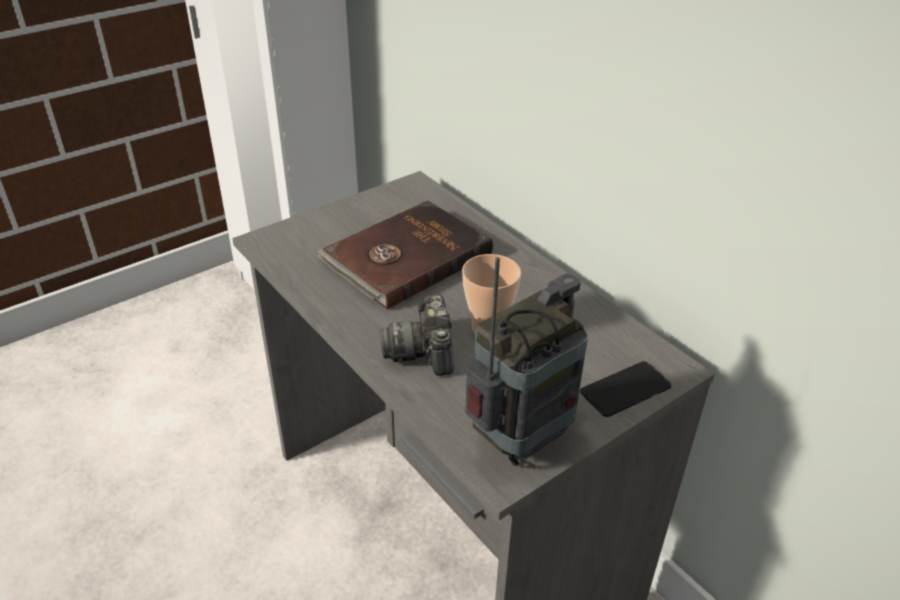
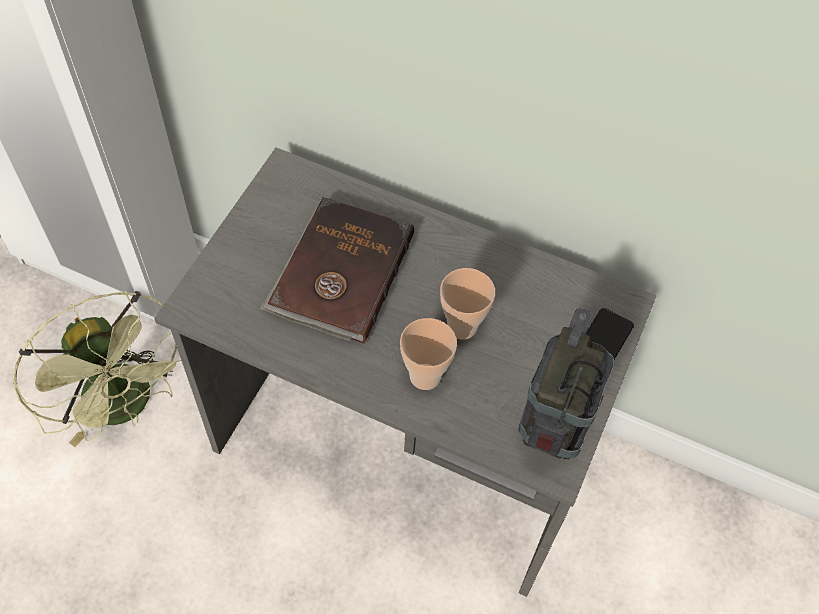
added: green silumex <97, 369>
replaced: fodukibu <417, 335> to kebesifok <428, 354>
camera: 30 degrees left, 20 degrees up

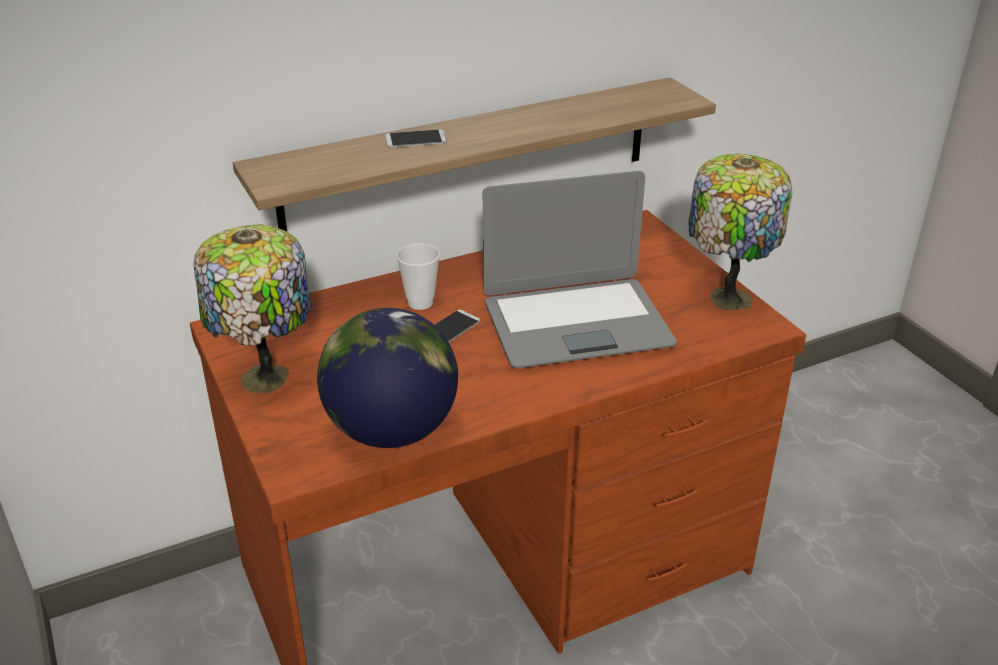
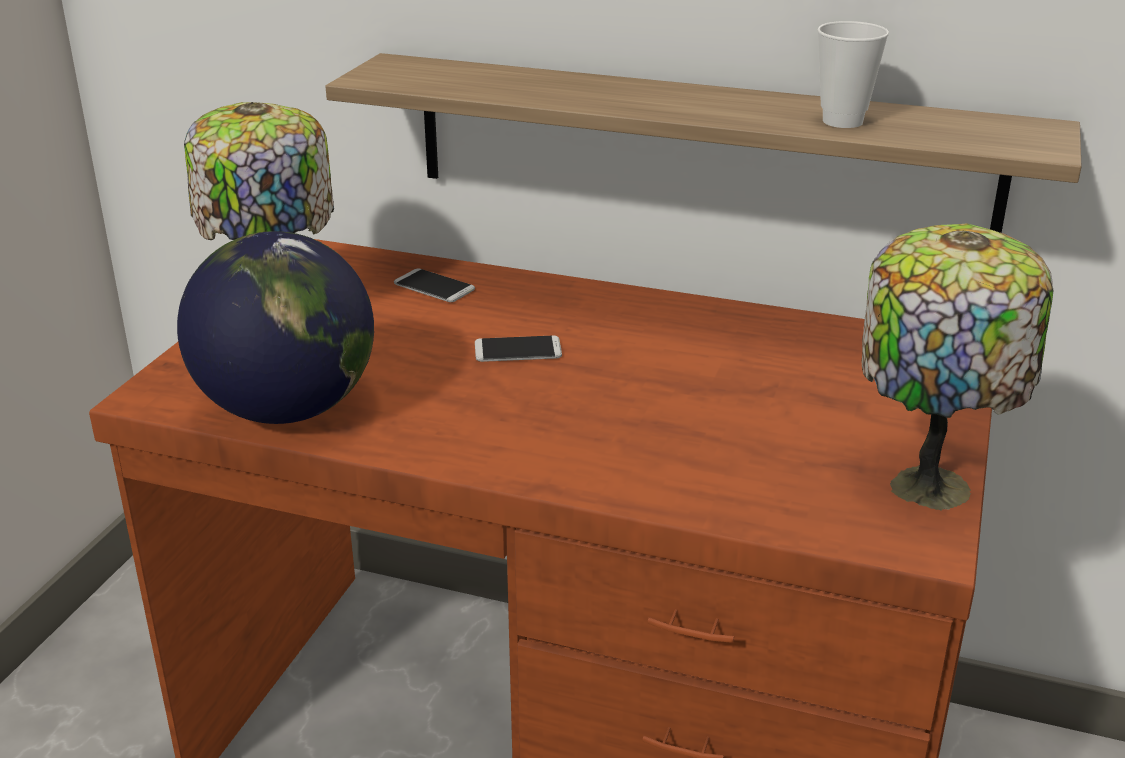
removed: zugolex <580, 269>
moved: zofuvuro <416, 138> to <434, 285>; kebesifok <418, 276> to <853, 74>
camera: 45 degrees right, 5 degrees down

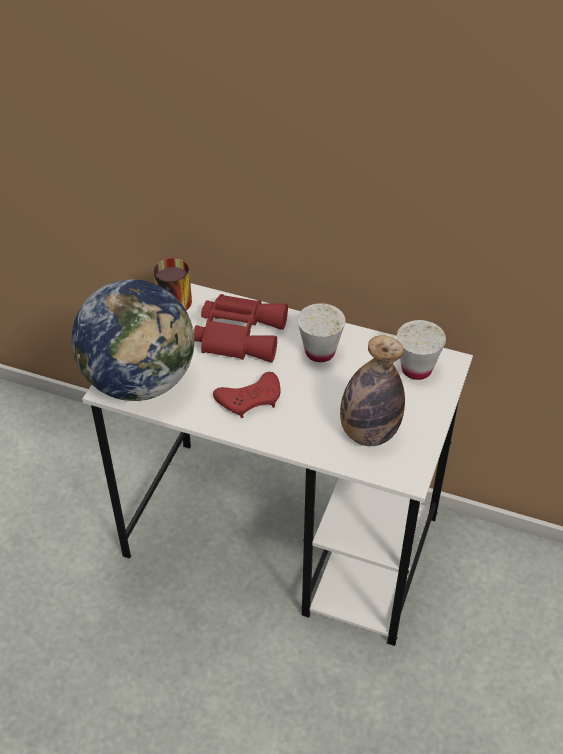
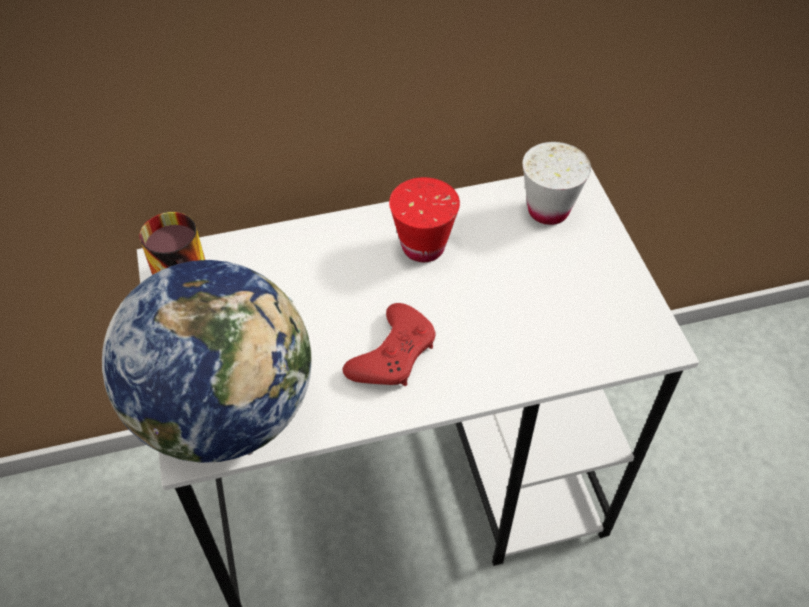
removed: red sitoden <241, 328>; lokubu <372, 390>
recoloured: white kebesifok <321, 332> to red kebesifok <424, 219>
camera: 35 degrees left, 5 degrees up

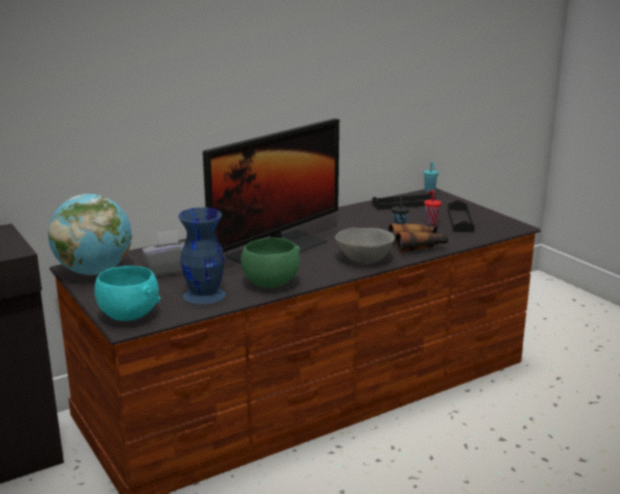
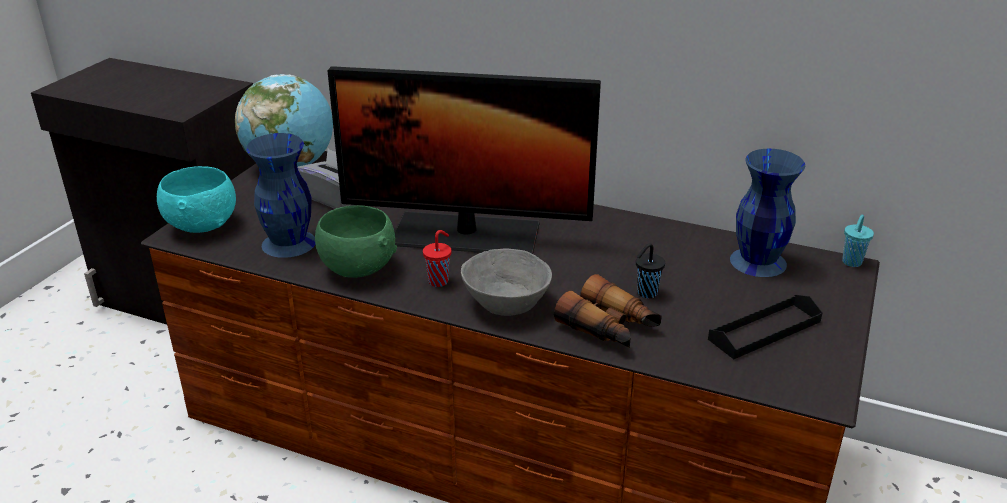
moved: red kebesifok <432, 207> to <437, 258>
replaced: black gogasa <404, 201> to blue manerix <768, 213>
camera: 55 degrees right, 10 degrees up

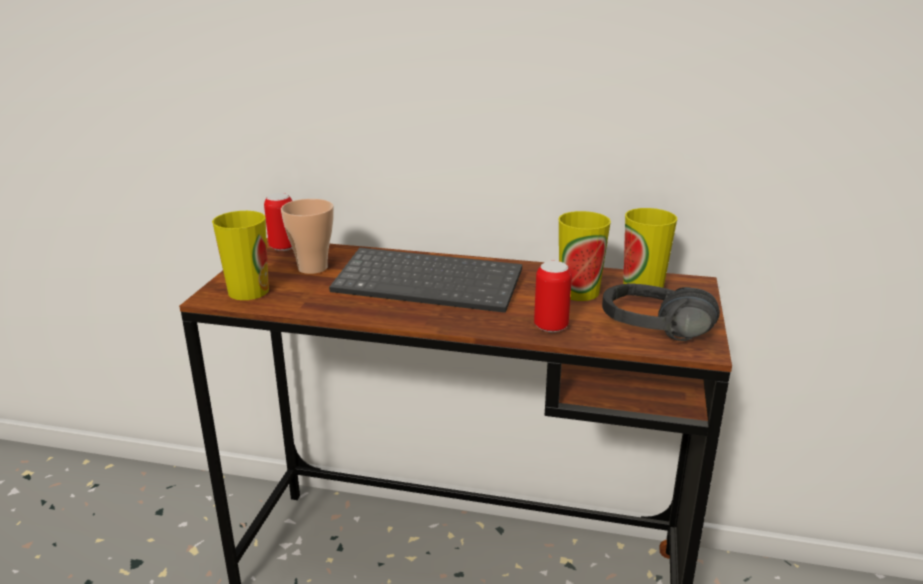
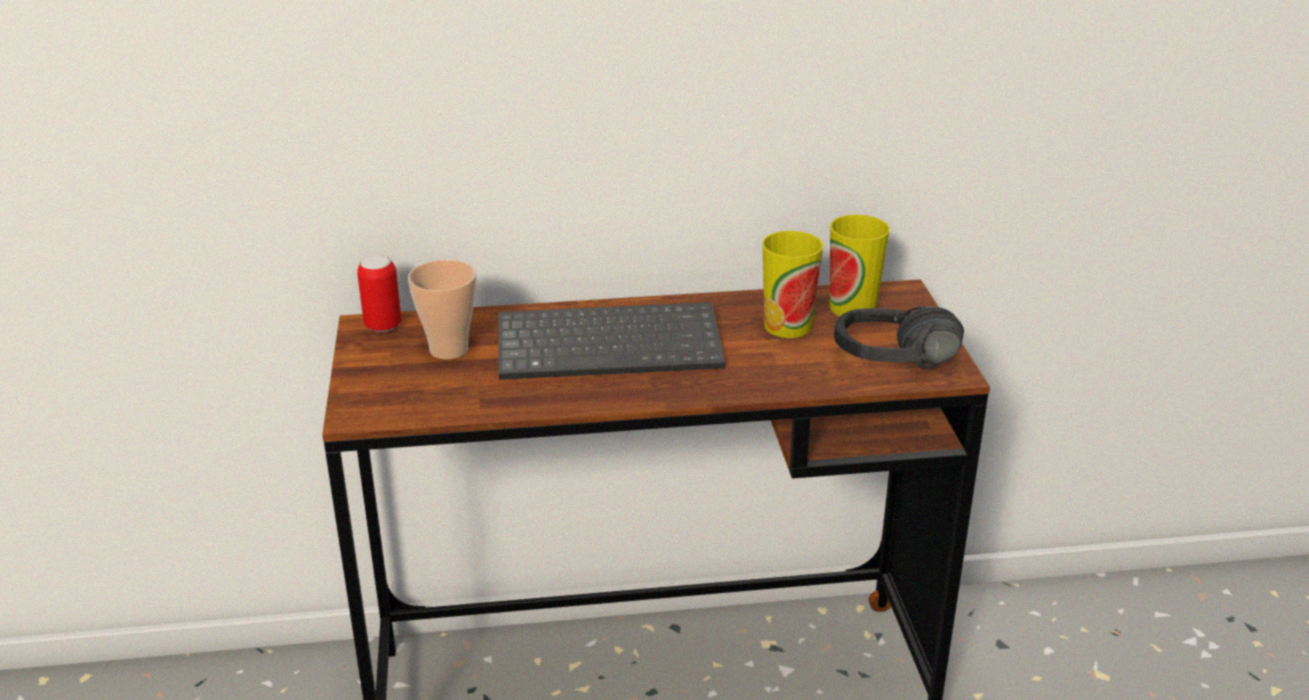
removed: kebesifok <240, 255>; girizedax <553, 296>
camera: 20 degrees left, 5 degrees up

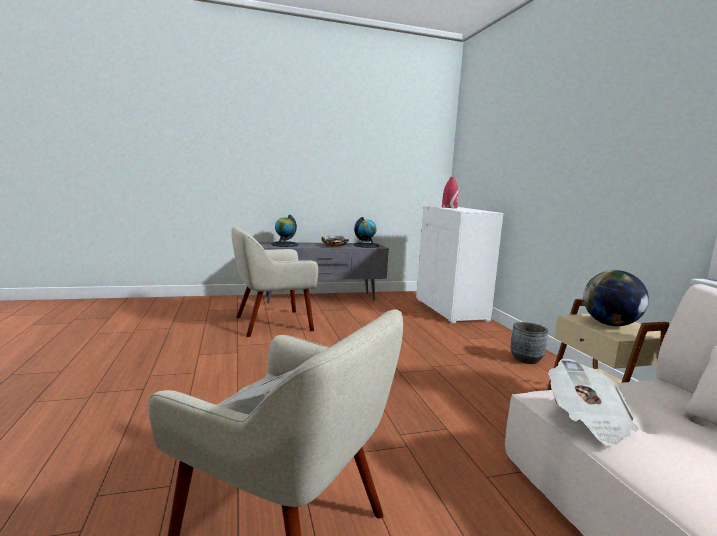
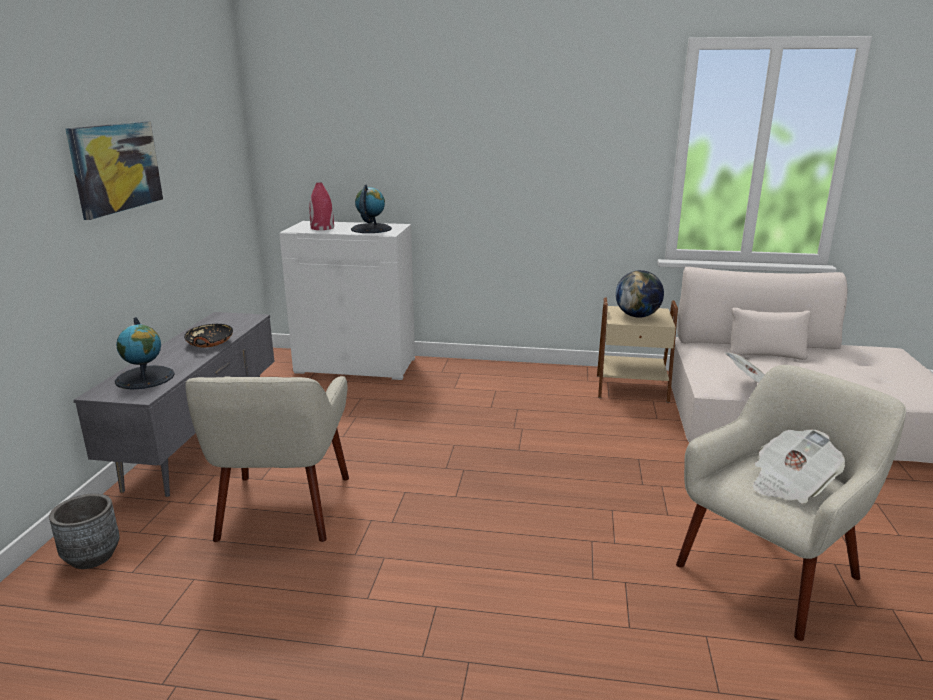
added: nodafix <114, 170>
moved: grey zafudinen <529, 343> to <84, 531>; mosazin <366, 232> to <371, 209>
camera: 65 degrees left, 10 degrees up

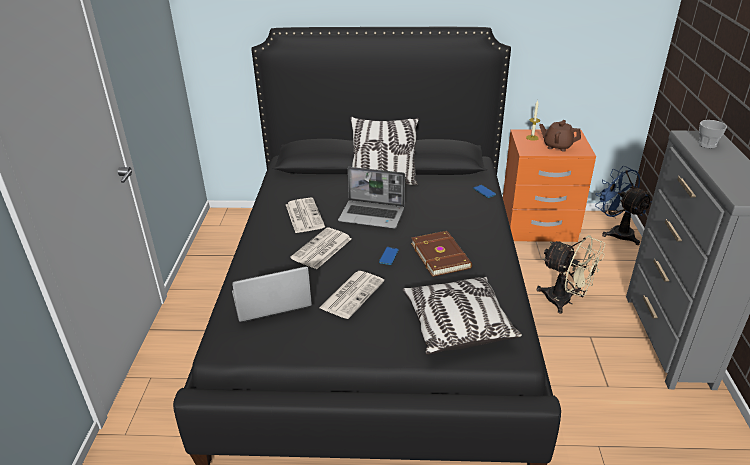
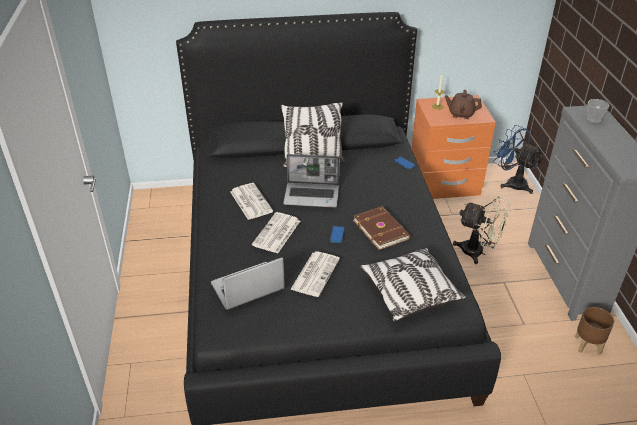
added: brown zafudinen <594, 331>
camera: 10 degrees left, 5 degrees up

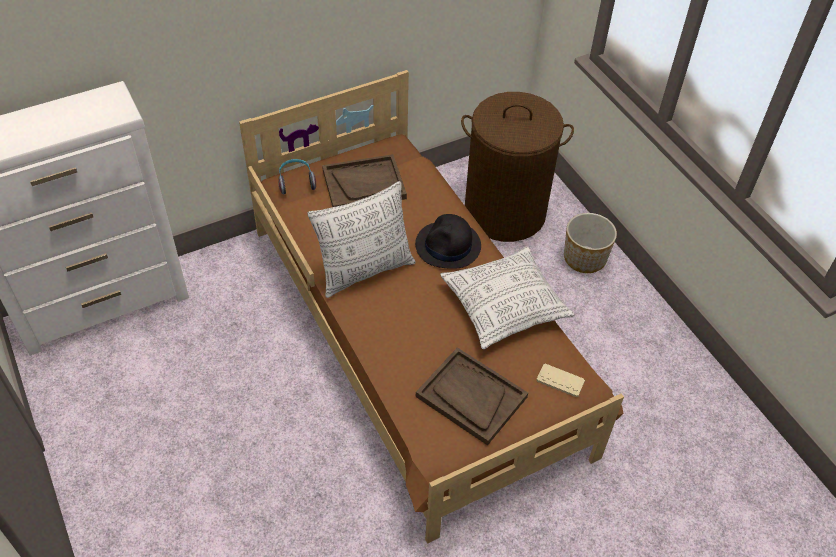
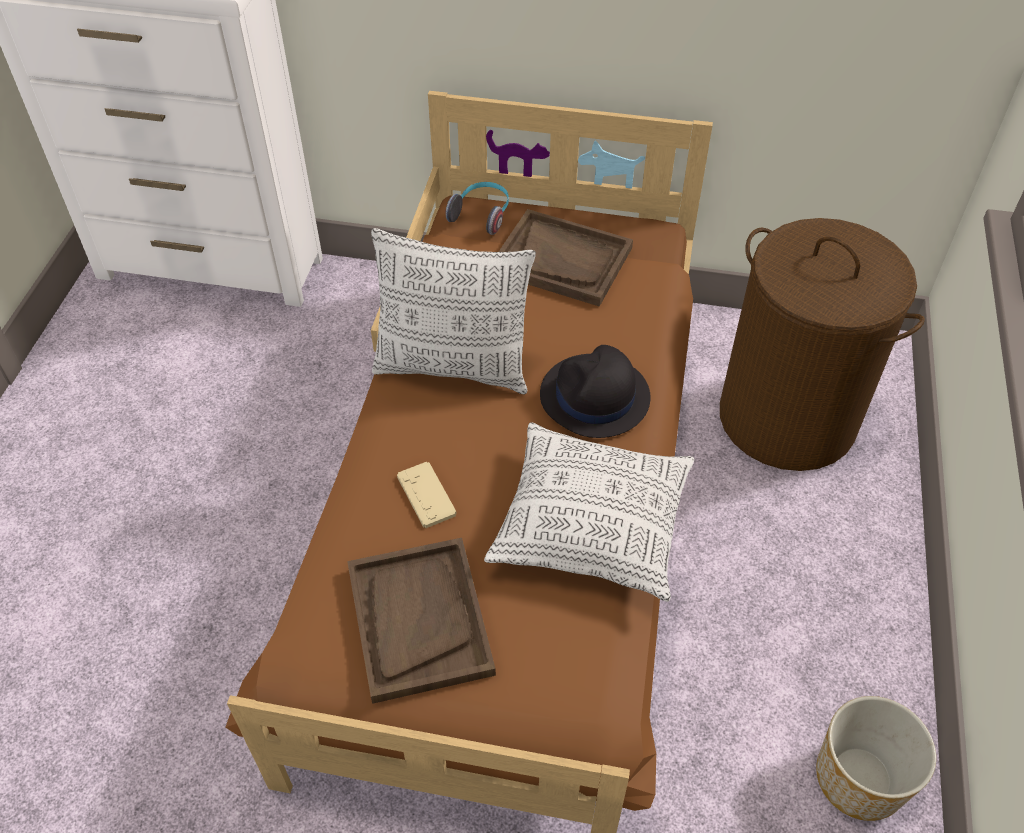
moved: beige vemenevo <561, 380> to <427, 495>; zafudinen <590, 243> to <876, 758>
camera: 40 degrees right, 0 degrees up

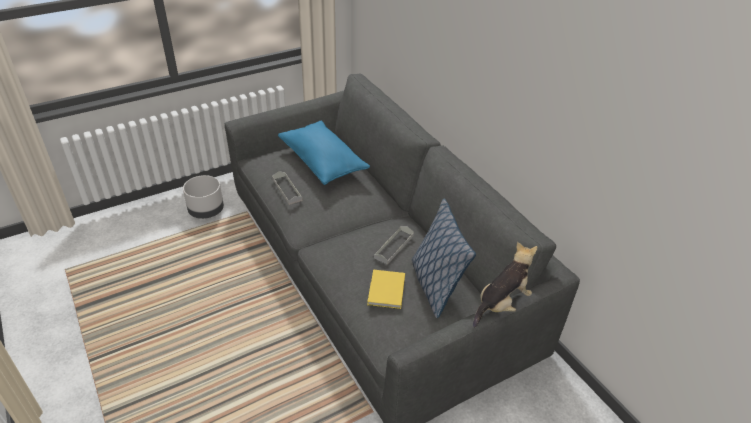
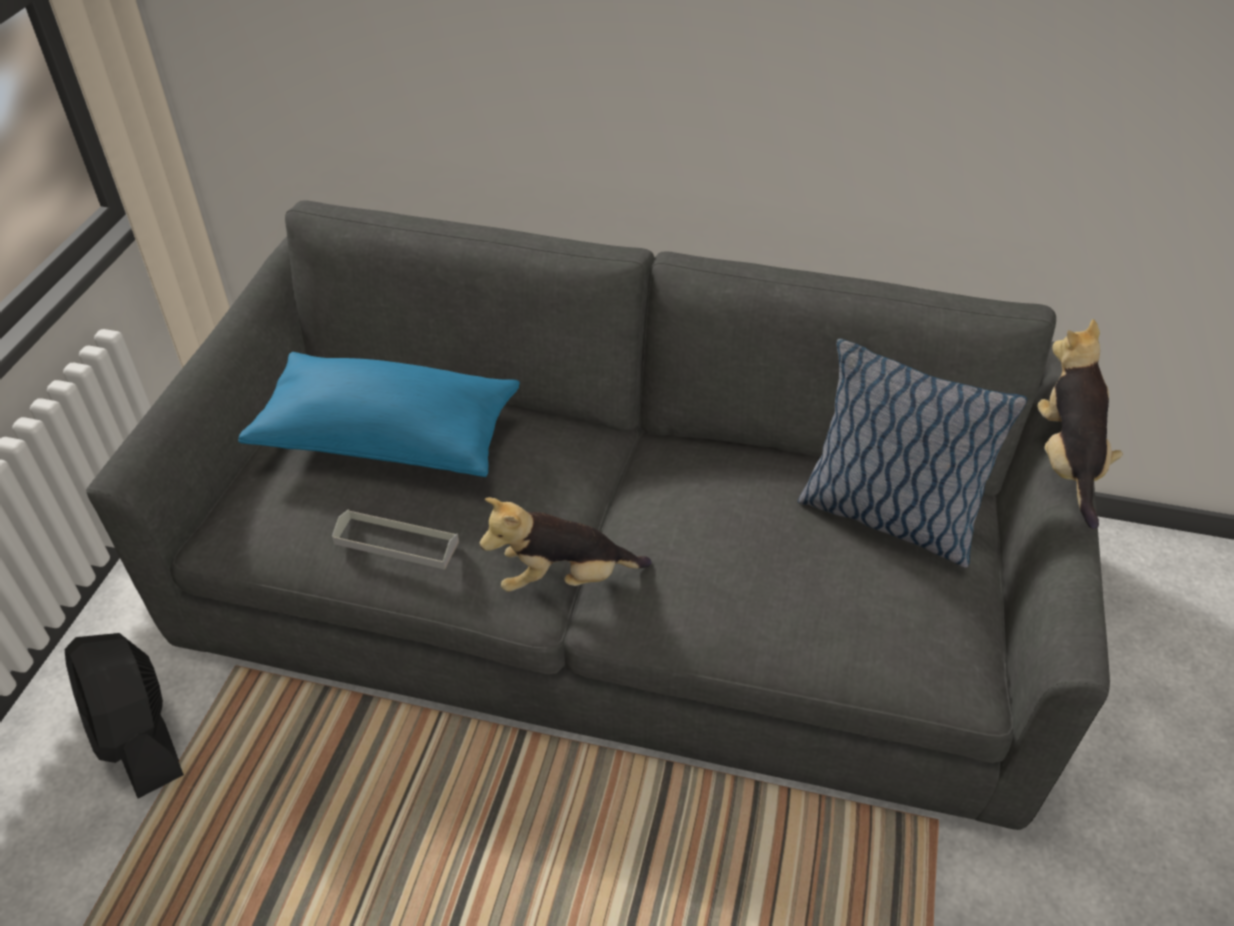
removed: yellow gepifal <386, 289>; grey gogasa <394, 245>
added: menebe <566, 544>
replaced: grey zafudinen <203, 197> to black silumex <124, 716>
camera: 45 degrees left, 5 degrees up

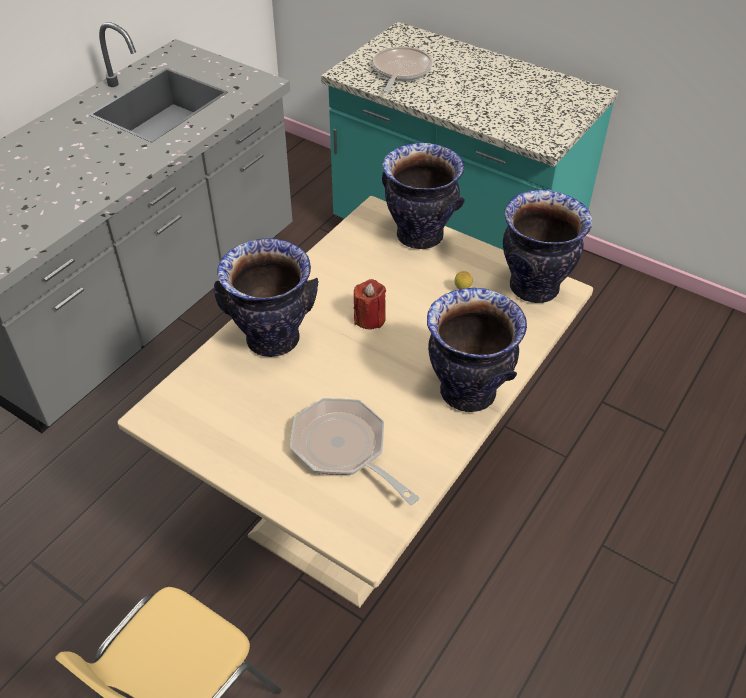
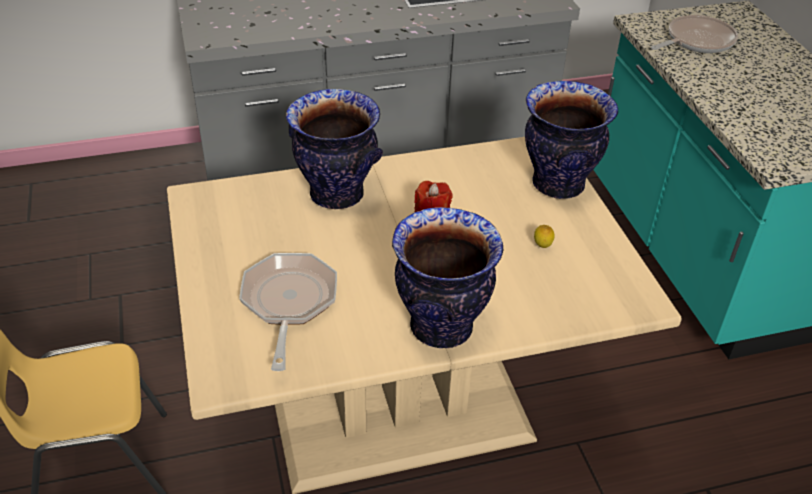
removed: manerix <547, 246>
camera: 40 degrees right, 5 degrees down

